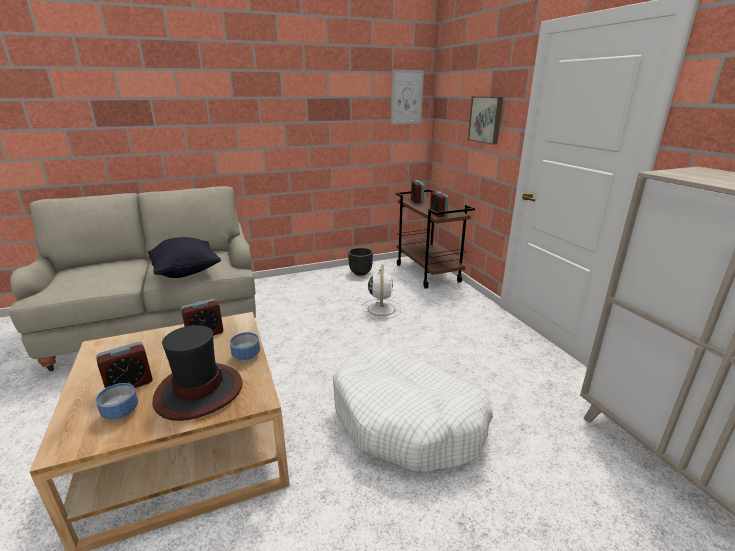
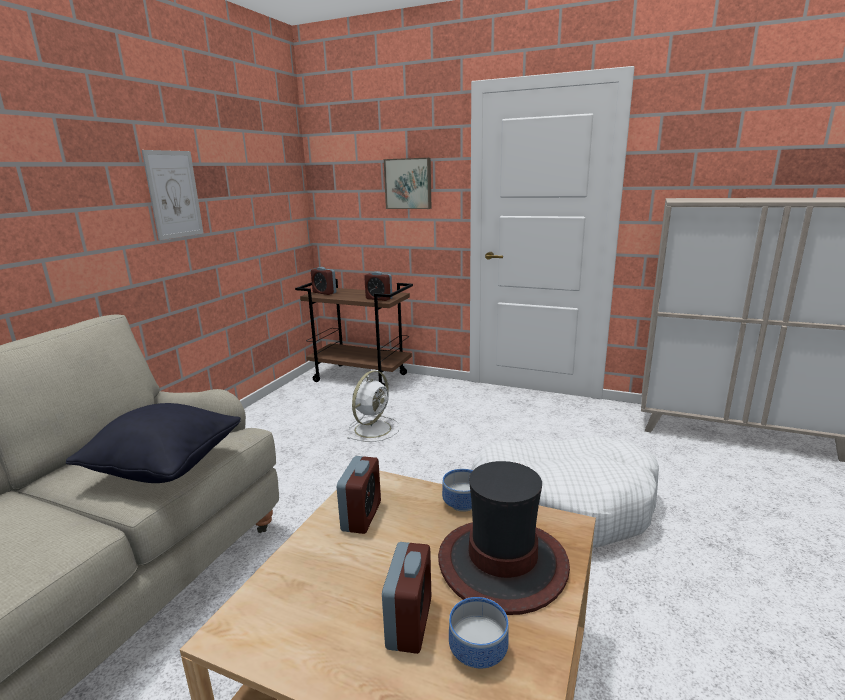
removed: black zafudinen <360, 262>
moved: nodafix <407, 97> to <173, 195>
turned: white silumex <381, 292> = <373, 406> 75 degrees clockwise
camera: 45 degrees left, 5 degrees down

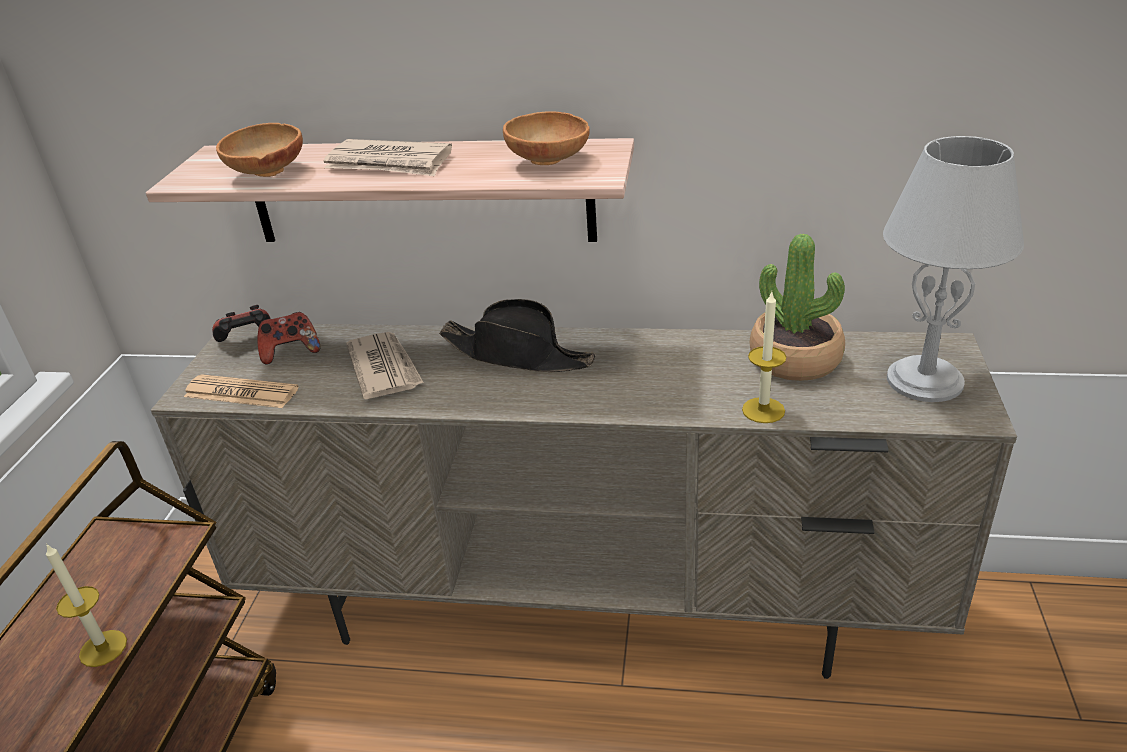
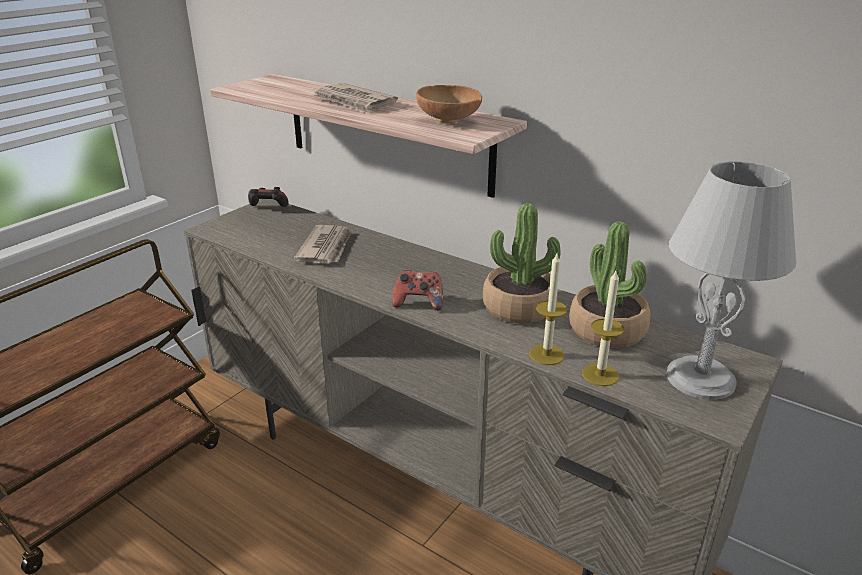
removed: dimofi <241, 391>; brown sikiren <259, 150>; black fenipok <517, 335>
added: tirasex <522, 263>
moved: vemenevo <288, 338> to <417, 290>; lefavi <86, 605> to <603, 328>
camera: 25 degrees right, 5 degrees down

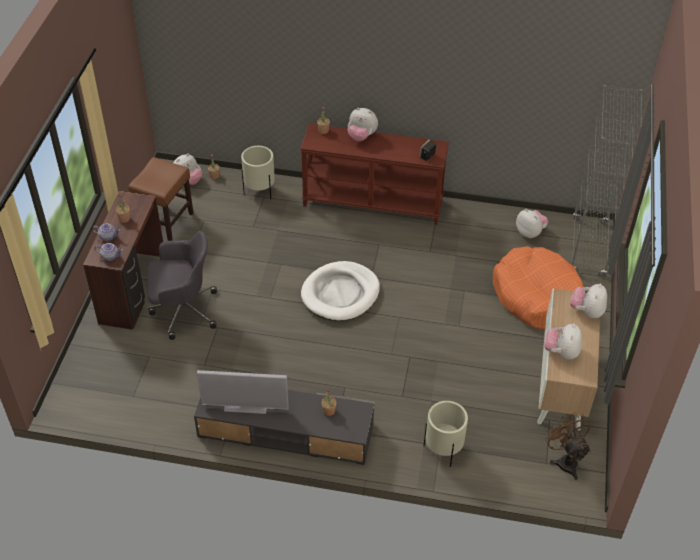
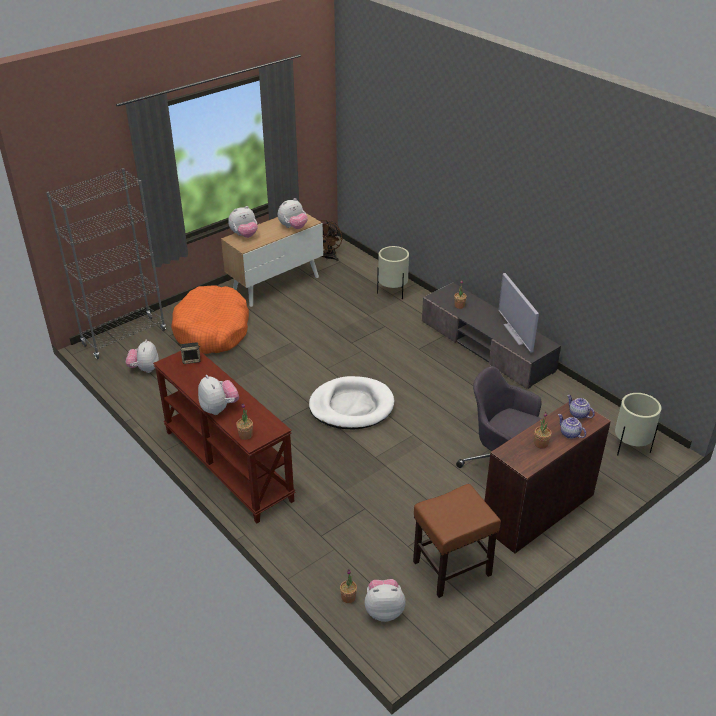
moved: beige zafudinen <258, 172> to <638, 424>
turned: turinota <243, 392> = <518, 312> 150 degrees counterclockwise
camera: 140 degrees left, 10 degrees down

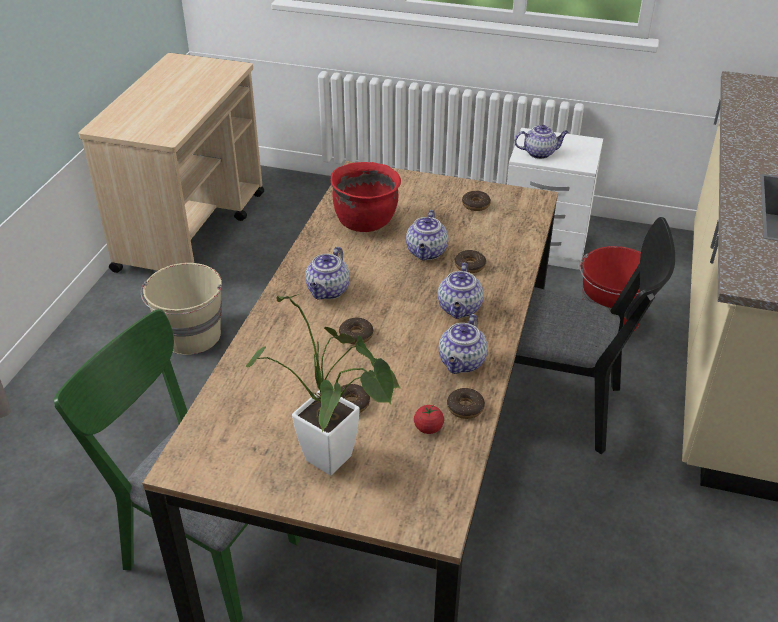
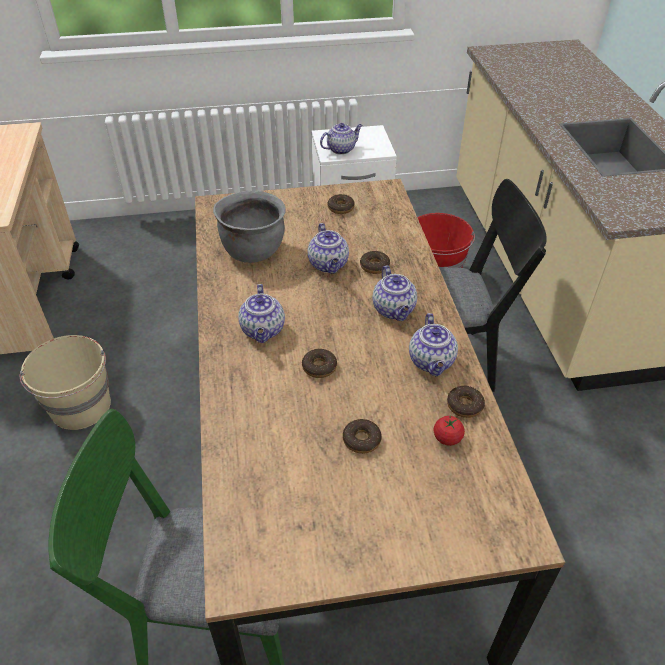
removed: tirasex <323, 384>
recoloured: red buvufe <366, 197> to grey buvufe <249, 226>
camera: 25 degrees left, 5 degrees up

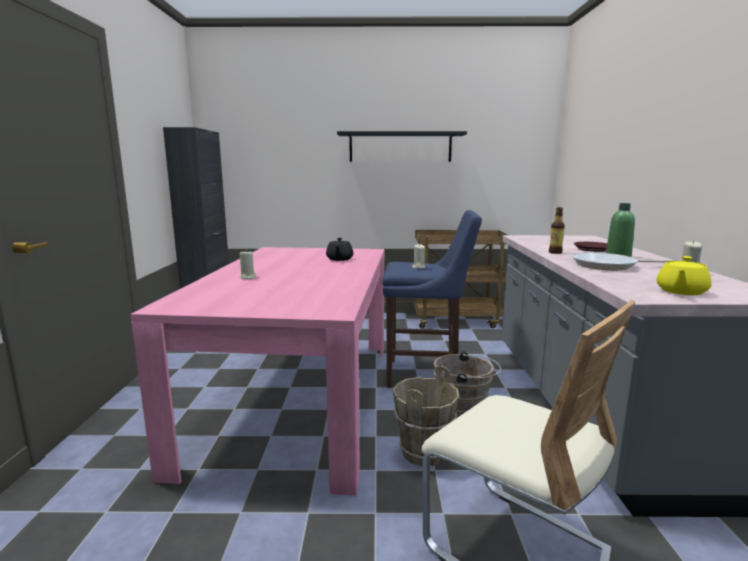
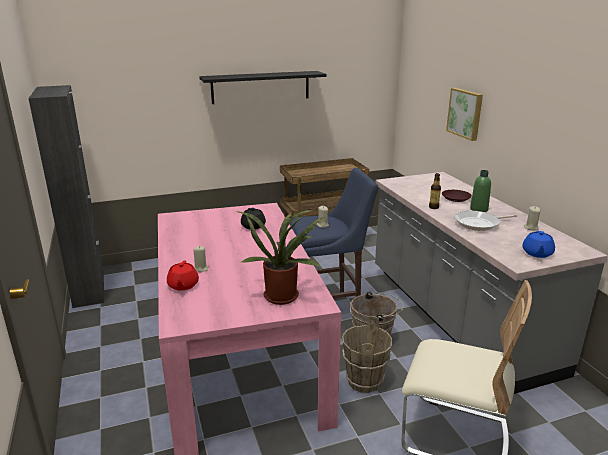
added: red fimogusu <183, 275>; tirasex <280, 257>; nodafix <464, 114>
recoloured: yellow fimogusu <684, 275> to blue fimogusu <538, 244>
camera: 20 degrees left, 10 degrees up

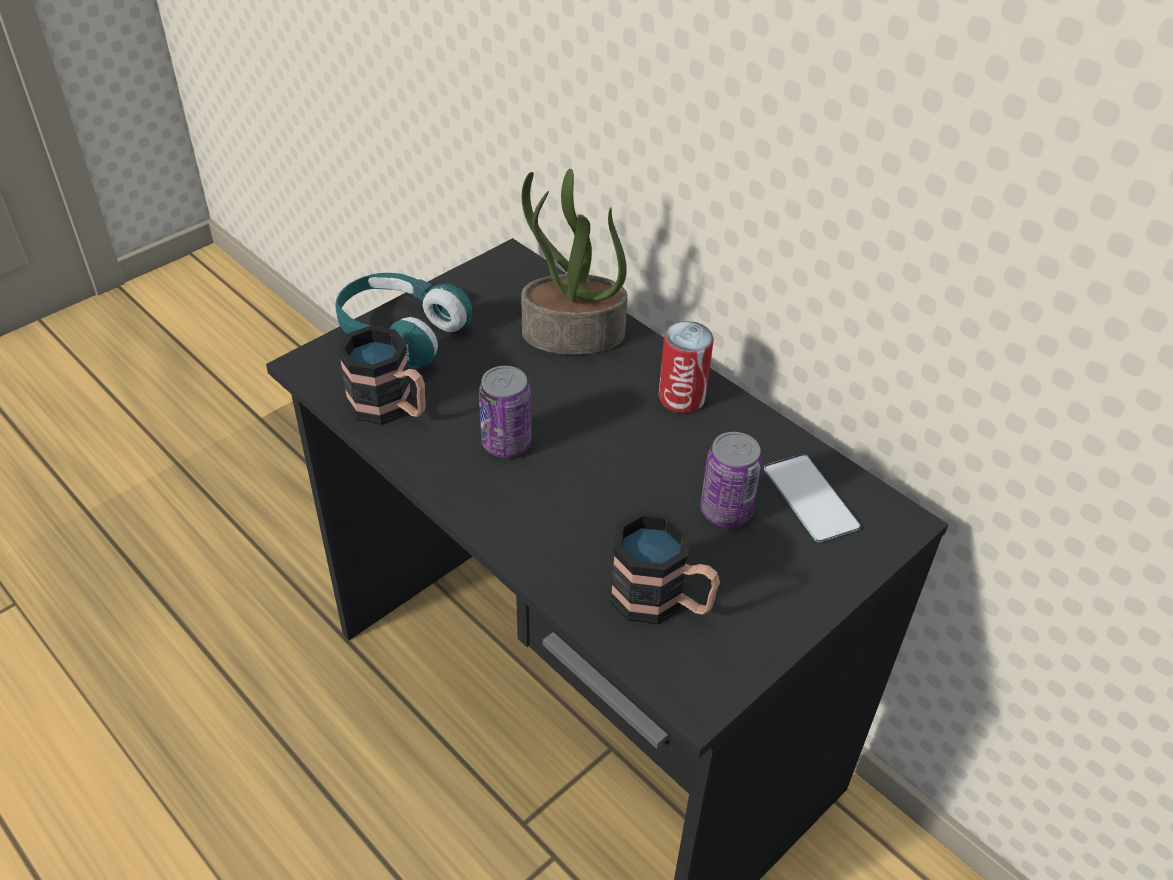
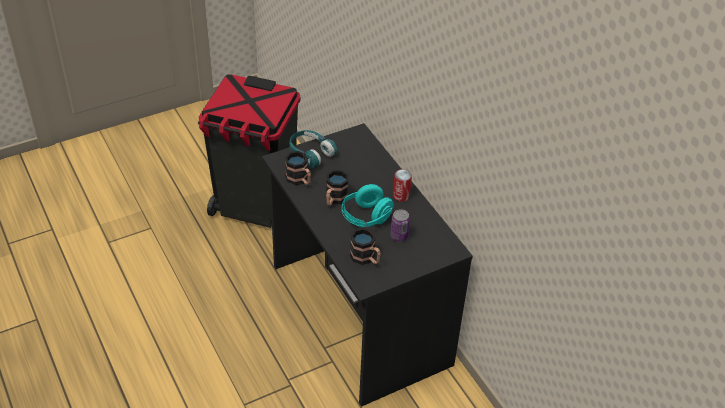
removed: tirasex <574, 262>; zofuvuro <812, 498>
added: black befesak <249, 151>; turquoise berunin <368, 205>
replaced: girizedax <505, 411> to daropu <337, 188>
camera: 15 degrees right, 0 degrees up

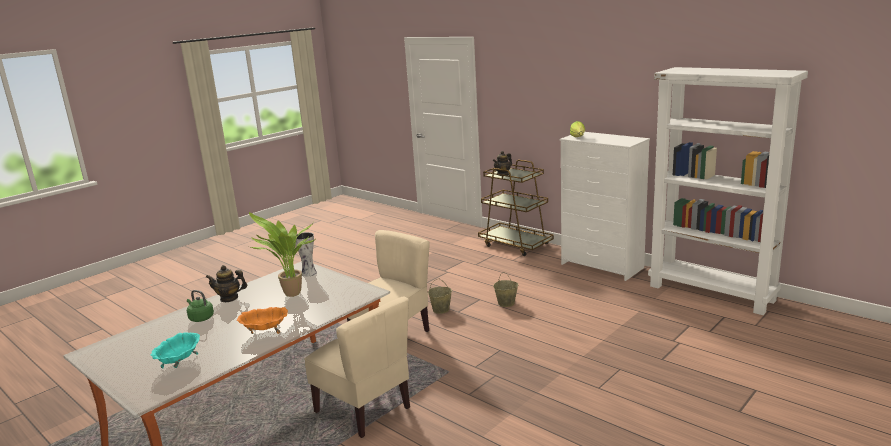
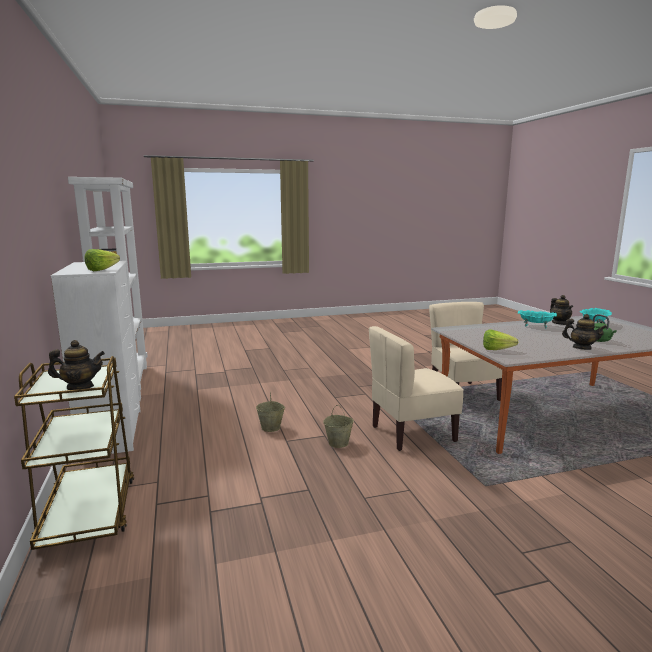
removed: tirasex <281, 254>
added: fimogusu <561, 310>
replaced: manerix <306, 254> to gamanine <500, 340>
recoloured: orange sikiren <262, 320> to turquoise sikiren <537, 319>
camera: 150 degrees left, 5 degrees down

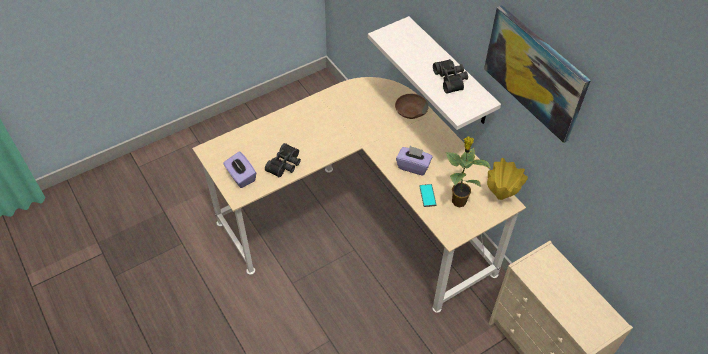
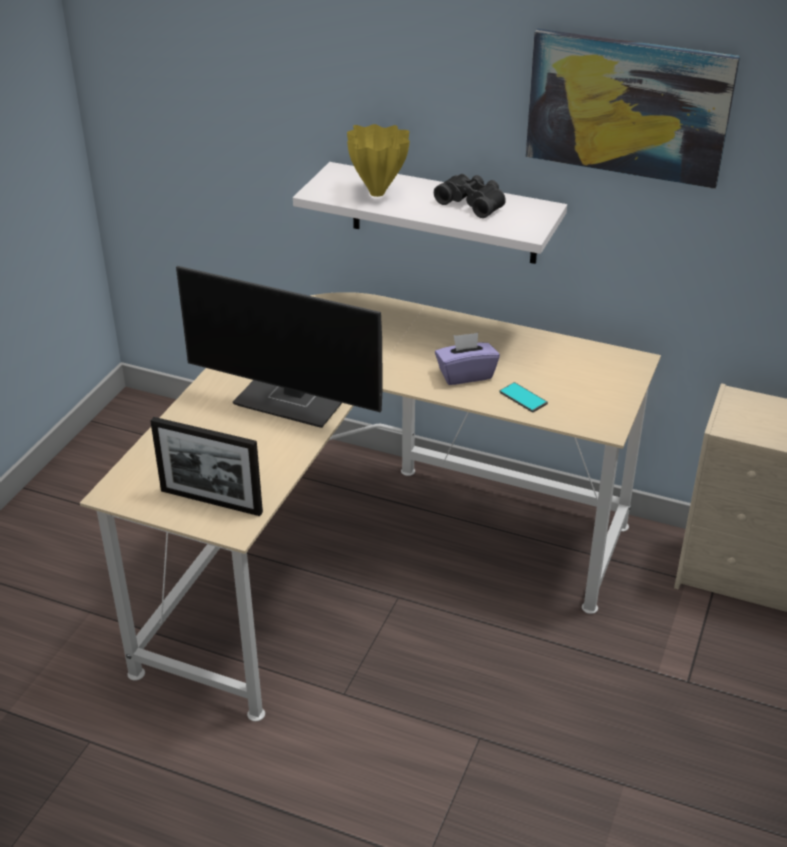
removed: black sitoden <283, 160>; brown sikiren <412, 106>; tirasex <468, 172>
added: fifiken <279, 347>
moved: yellow manerix <507, 179> to <378, 160>
replaced: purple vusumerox <239, 169> to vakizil <206, 466>
camera: 35 degrees left, 15 degrees down

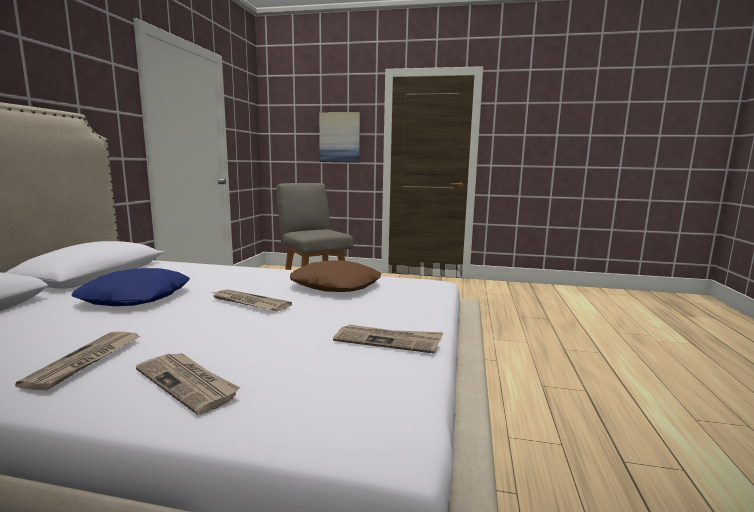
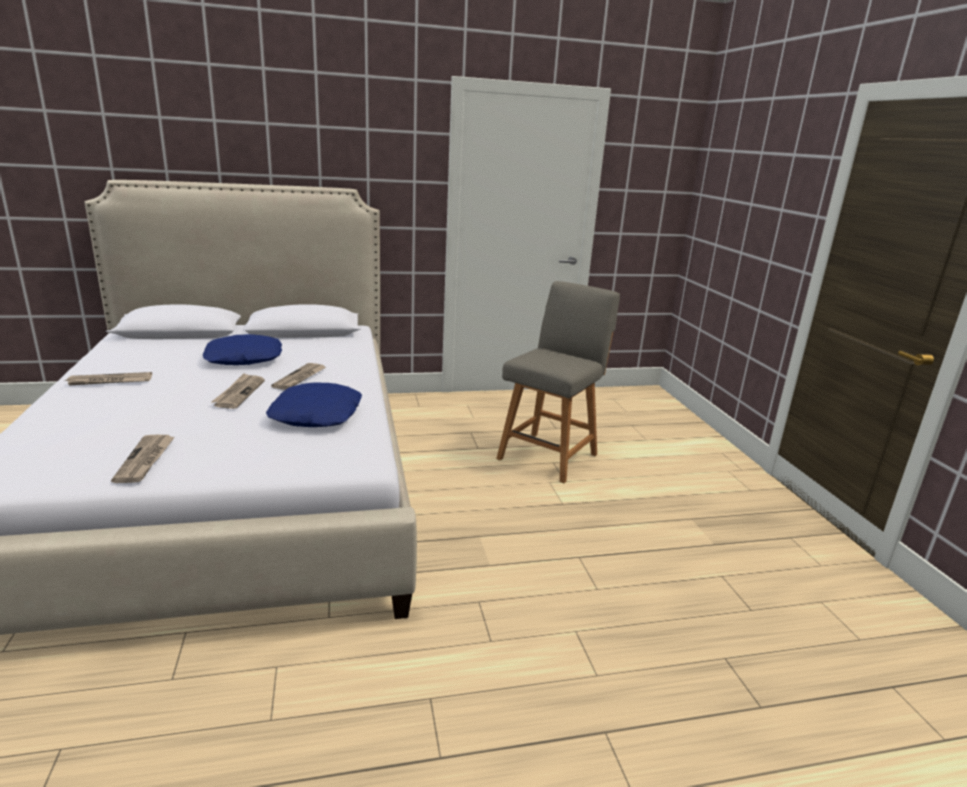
removed: nodafix <339, 137>
moved: dimofi <188, 384> to <298, 376>
recoloured: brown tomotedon <335, 276> to blue tomotedon <314, 404>
camera: 65 degrees right, 10 degrees up

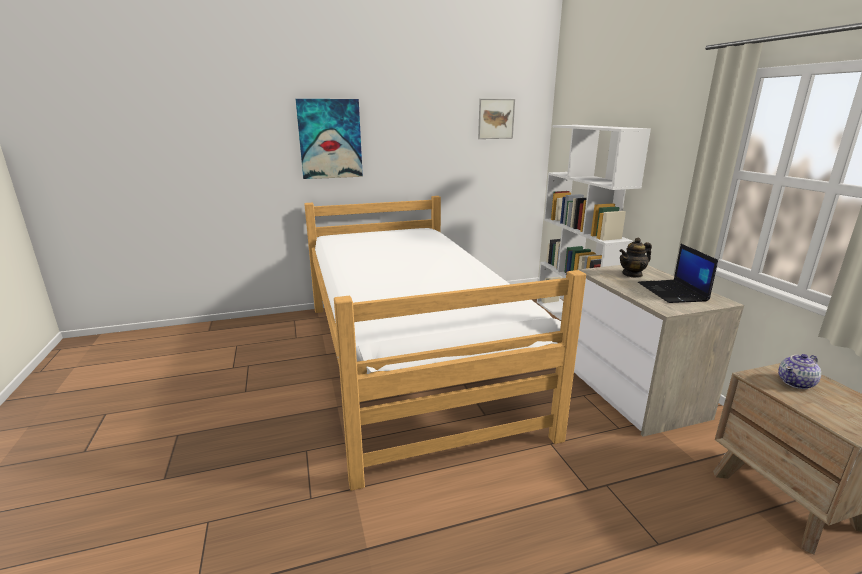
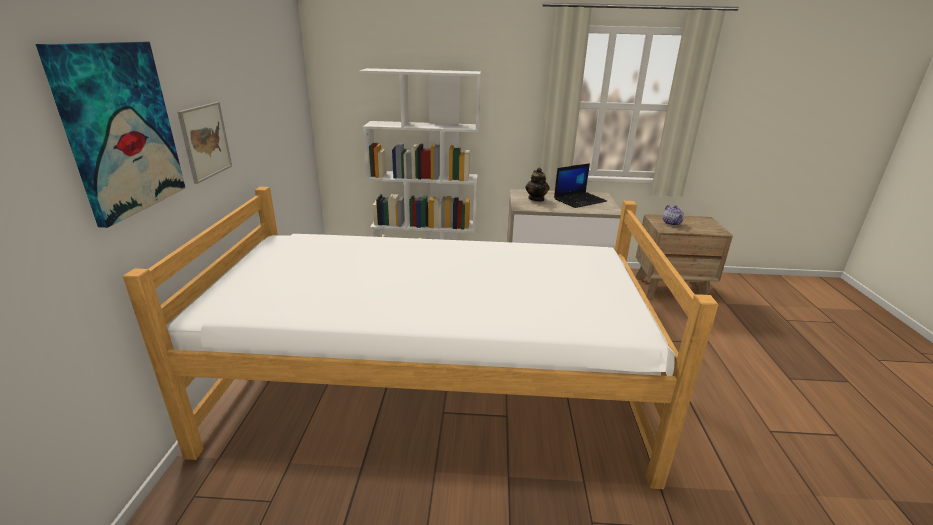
moved: nodafix <496, 119> to <204, 143>
turned: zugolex <678, 273> = <580, 185> 45 degrees counterclockwise
camera: 70 degrees left, 5 degrees up

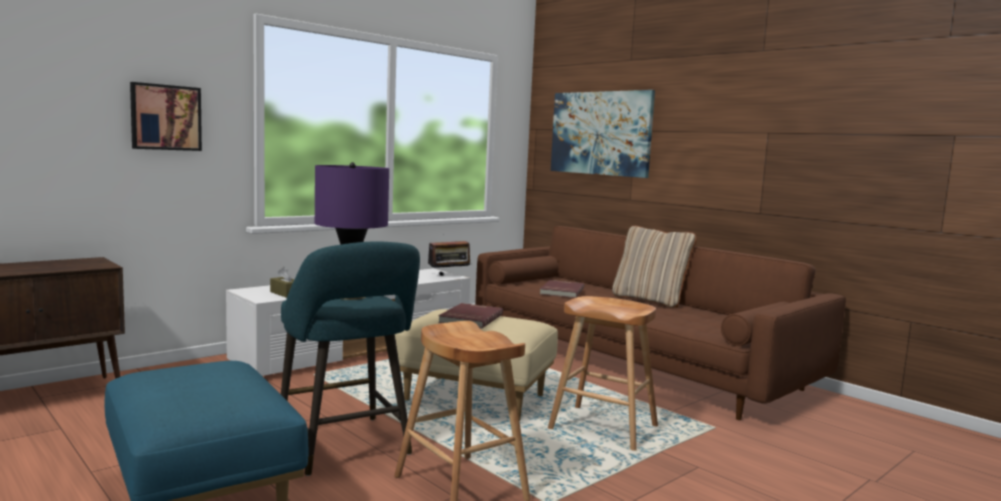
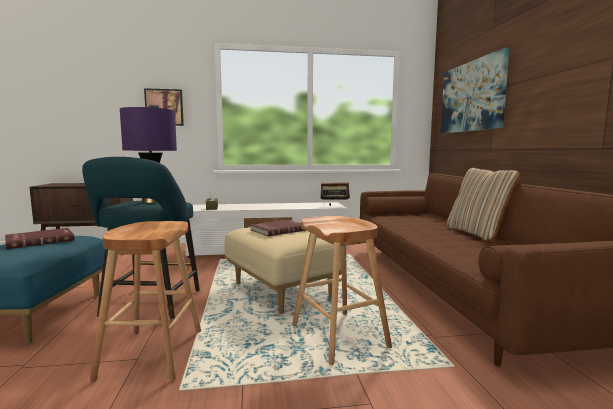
moved: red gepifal <562, 289> to <40, 238>
camera: 35 degrees right, 0 degrees up

